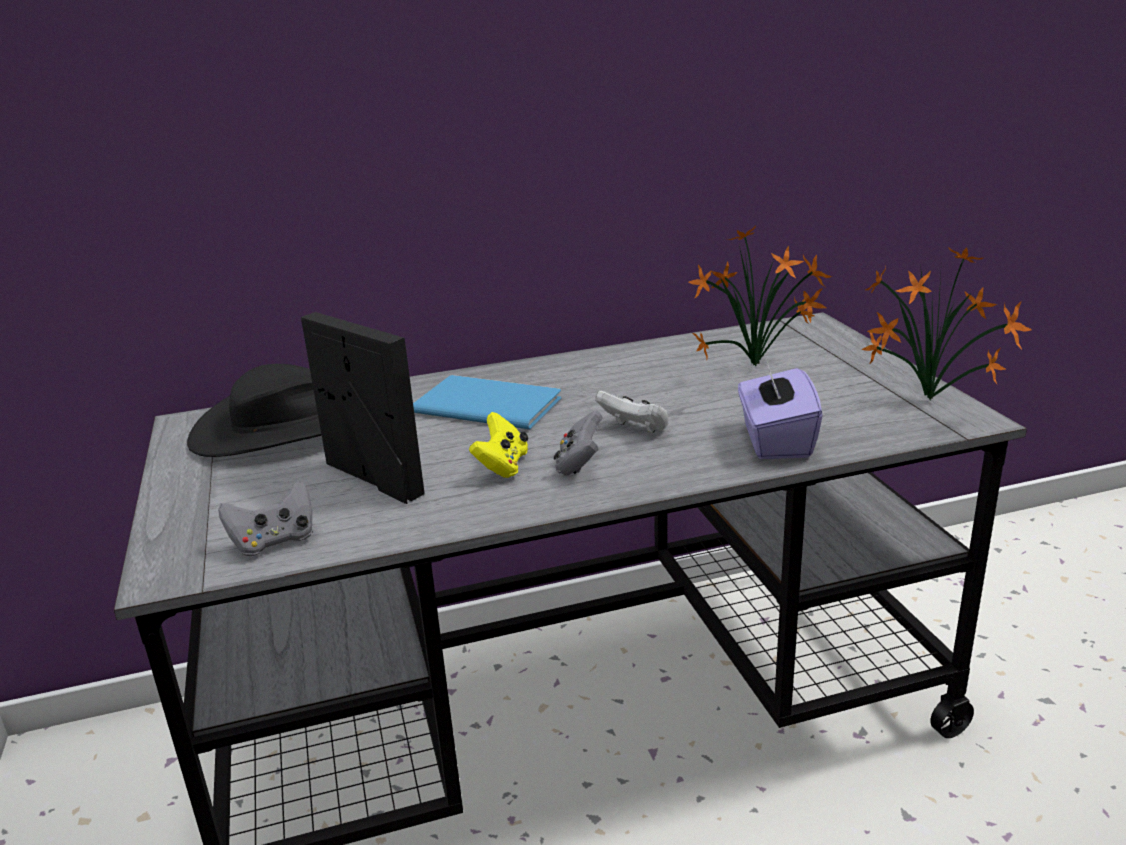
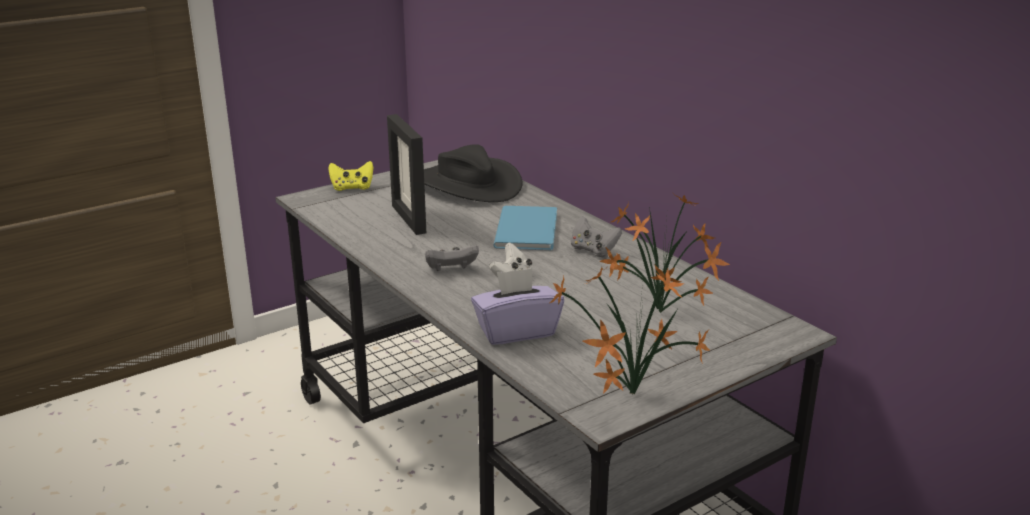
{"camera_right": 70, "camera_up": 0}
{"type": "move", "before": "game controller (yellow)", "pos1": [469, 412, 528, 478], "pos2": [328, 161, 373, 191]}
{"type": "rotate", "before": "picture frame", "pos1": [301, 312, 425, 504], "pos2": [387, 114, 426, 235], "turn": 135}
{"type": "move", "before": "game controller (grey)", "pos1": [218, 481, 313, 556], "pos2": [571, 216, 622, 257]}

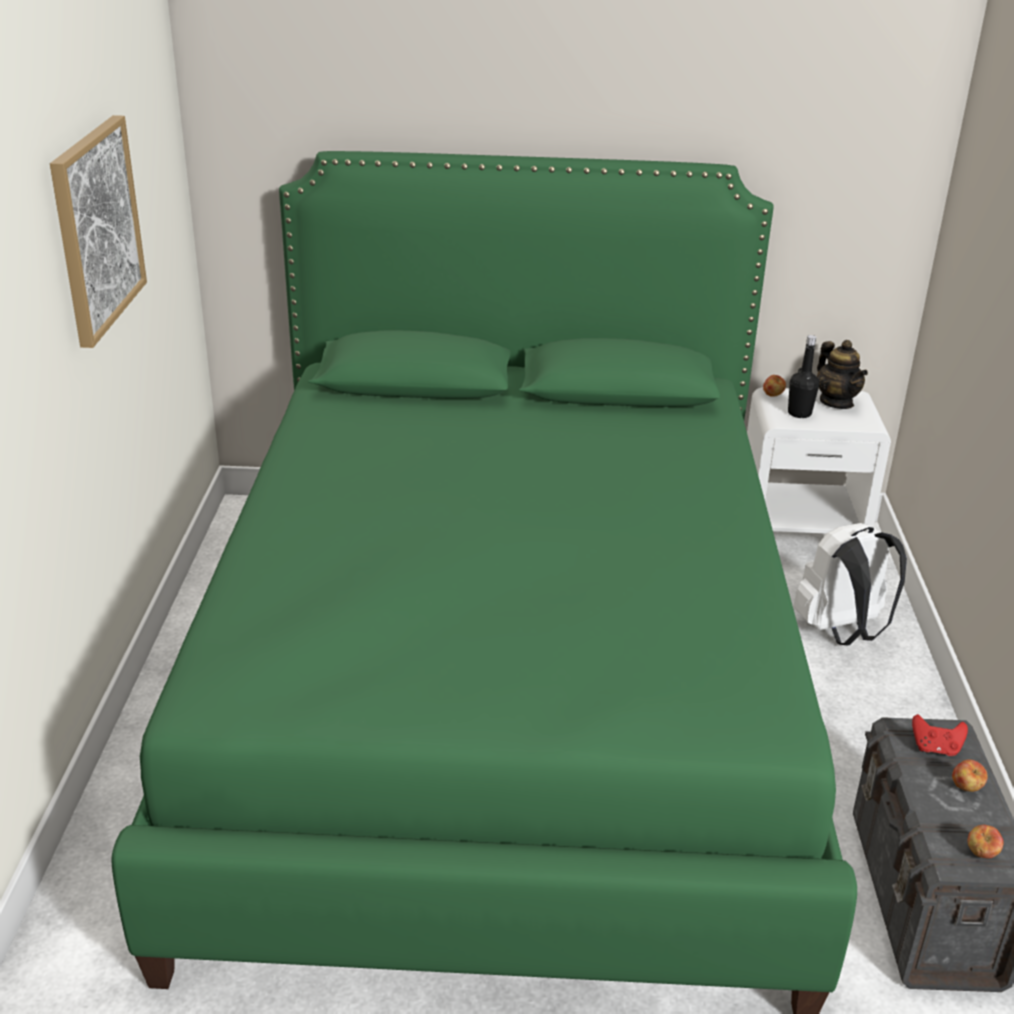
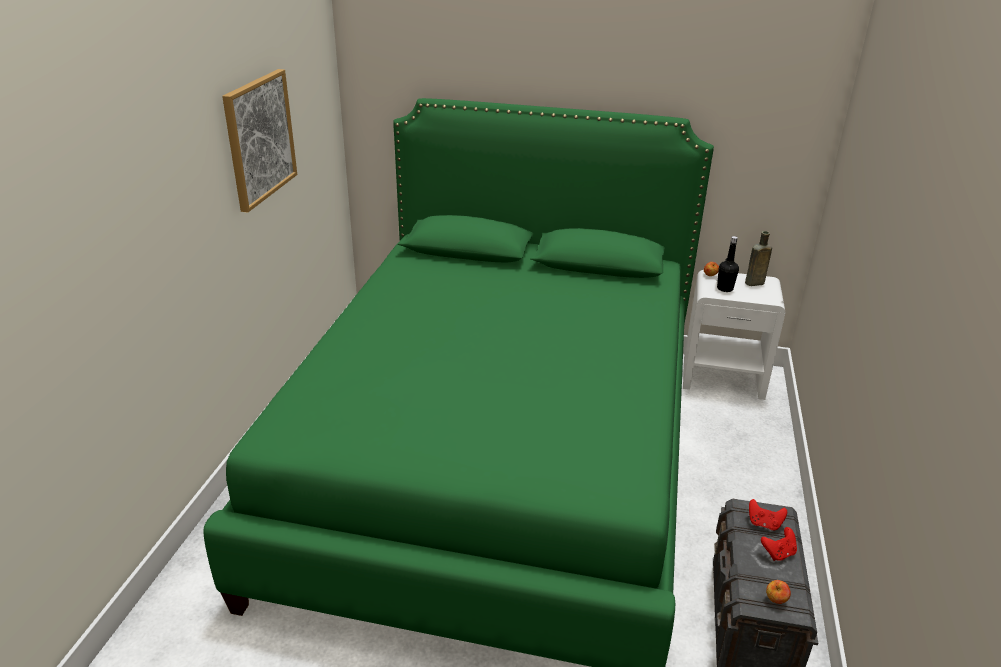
{"camera_right": 10, "camera_up": 0}
{"type": "replace", "before": "teapot", "after": "bottle (brown)", "pos1": [817, 340, 868, 409], "pos2": [745, 231, 772, 286]}
{"type": "replace", "before": "apple", "after": "game controller (red)", "pos1": [952, 759, 987, 792], "pos2": [761, 527, 797, 561]}
{"type": "delete", "before": "backpack (white)", "pos1": [793, 523, 907, 645]}

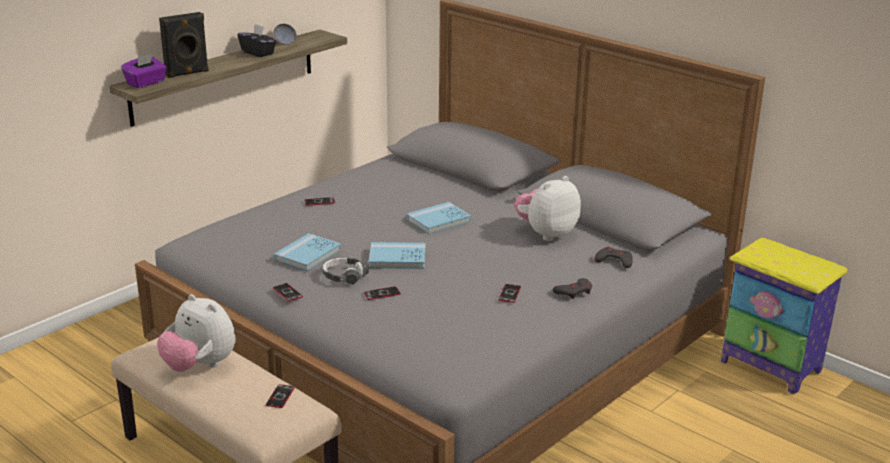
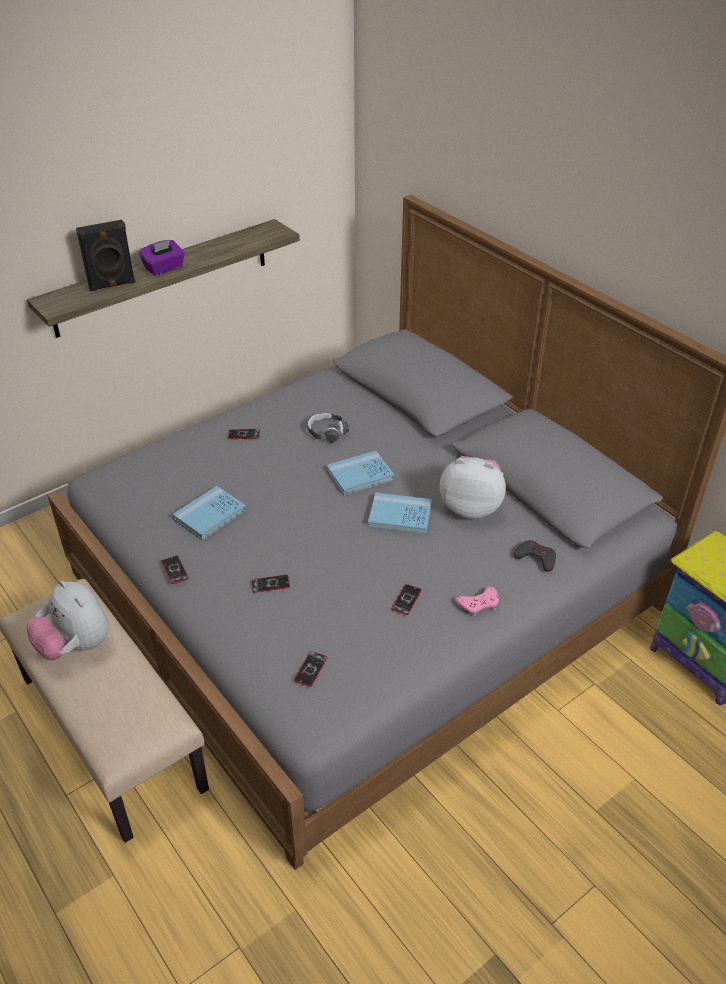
{"camera_right": 10, "camera_up": 15}
{"type": "move", "before": "tissue box (purple)", "pos1": [121, 54, 167, 88], "pos2": [139, 240, 185, 276]}
{"type": "move", "before": "phone", "pos1": [266, 384, 295, 408], "pos2": [294, 651, 327, 687]}
{"type": "move", "before": "headphones", "pos1": [322, 257, 369, 285], "pos2": [307, 413, 349, 443]}
{"type": "move", "before": "book (blue)", "pos1": [369, 242, 425, 269], "pos2": [368, 493, 432, 535]}
{"type": "rotate", "before": "plush toy", "pos1": [514, 176, 581, 241], "pos2": [440, 456, 506, 519], "turn": 45}
{"type": "recolor", "before": "game controller (grey)", "after": "game controller (pink)", "pos1": [553, 278, 592, 299], "pos2": [455, 586, 499, 616]}
{"type": "delete", "before": "tissue box (black)", "pos1": [238, 24, 277, 57]}
{"type": "delete", "before": "bowl", "pos1": [274, 24, 297, 45]}

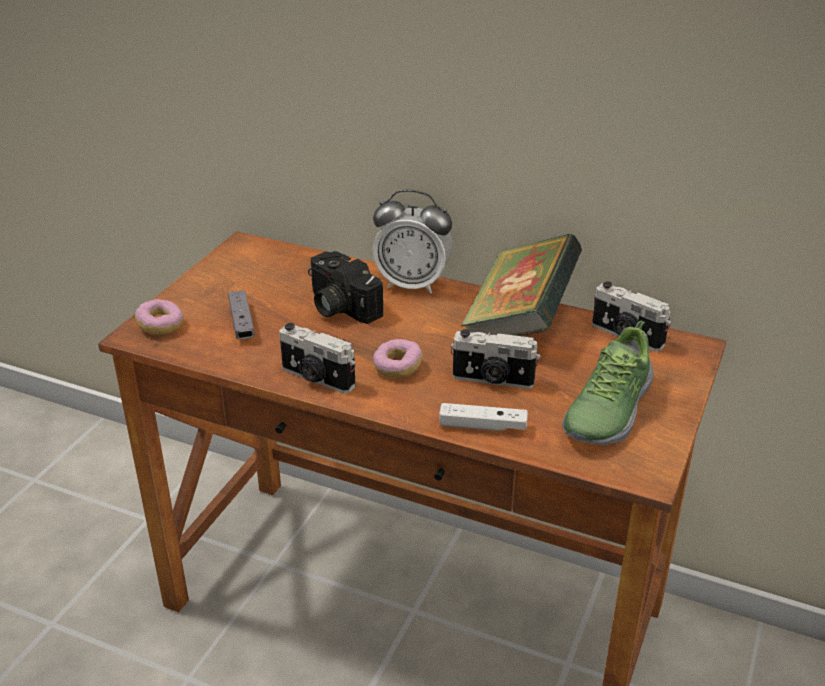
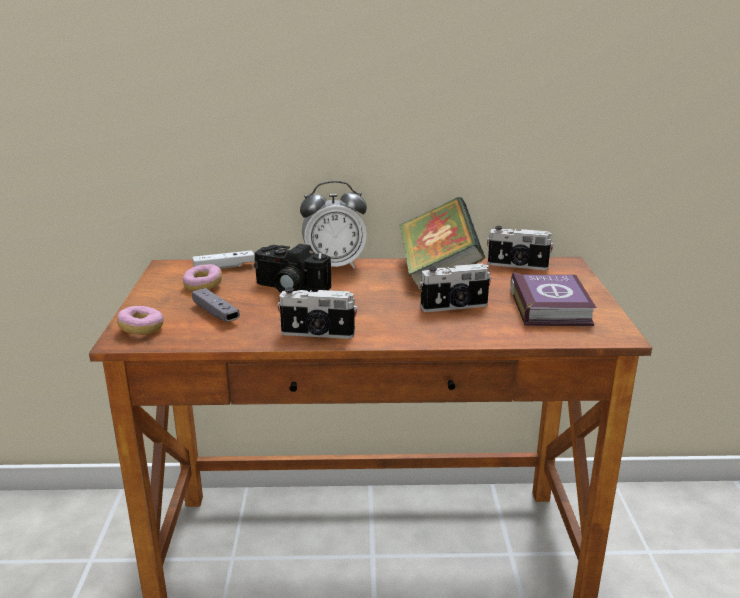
{"camera_right": -25, "camera_up": -10}
{"type": "move", "before": "donut", "pos1": [373, 339, 423, 378], "pos2": [183, 264, 222, 291]}
{"type": "move", "before": "game controller (white)", "pos1": [439, 403, 528, 431], "pos2": [193, 250, 255, 269]}
{"type": "replace", "before": "shoe", "after": "book", "pos1": [562, 321, 654, 446], "pos2": [510, 272, 597, 326]}

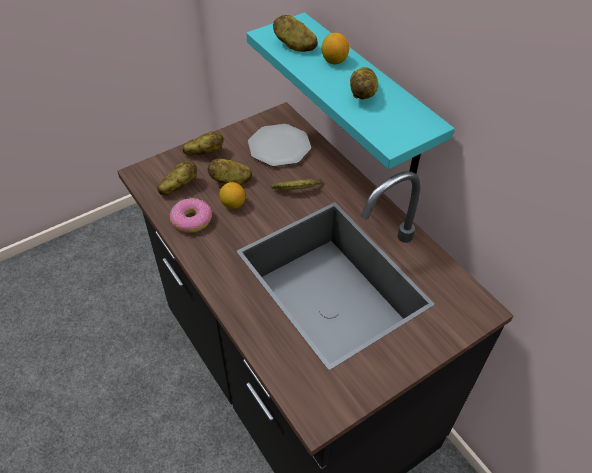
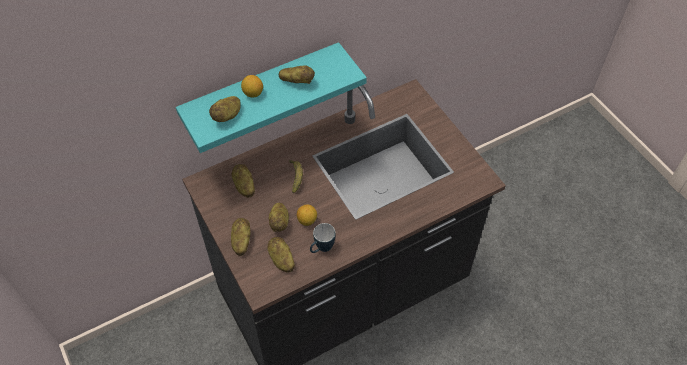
{"camera_right": -85, "camera_up": 5}
{"type": "replace", "before": "plate", "after": "potato", "pos1": [248, 124, 311, 167], "pos2": [232, 164, 255, 198]}
{"type": "replace", "before": "donut", "after": "mug", "pos1": [169, 198, 212, 233], "pos2": [310, 223, 336, 253]}

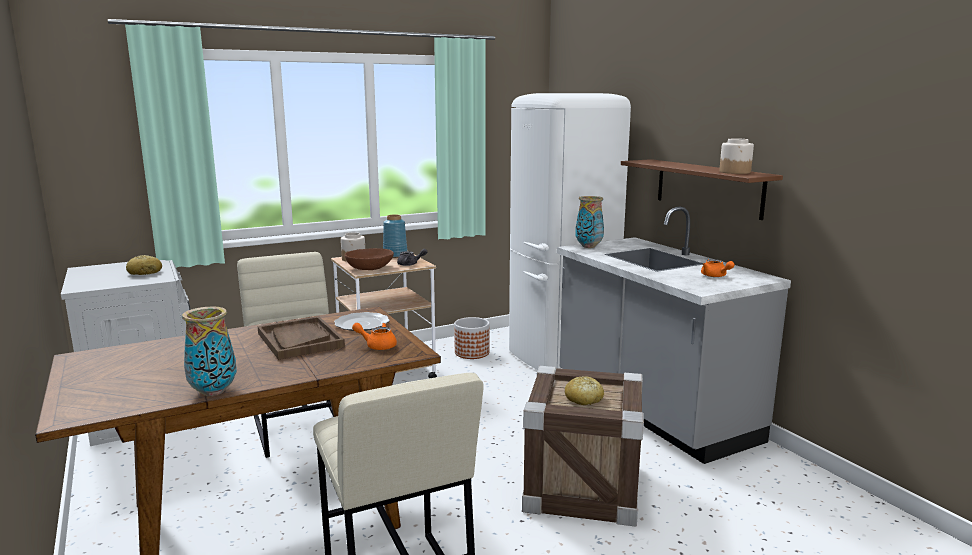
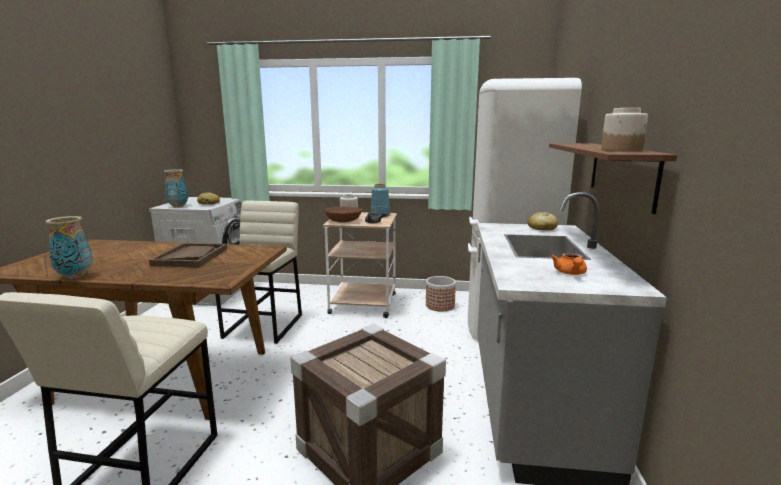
{"camera_right": 35, "camera_up": 0}
{"type": "move", "before": "vase", "pos1": [576, 196, 604, 248], "pos2": [164, 170, 188, 207]}
{"type": "move", "before": "bread", "pos1": [565, 376, 604, 405], "pos2": [528, 212, 558, 231]}
{"type": "delete", "before": "plate", "pos1": [334, 312, 390, 331]}
{"type": "delete", "before": "teapot (orange)", "pos1": [352, 323, 397, 350]}

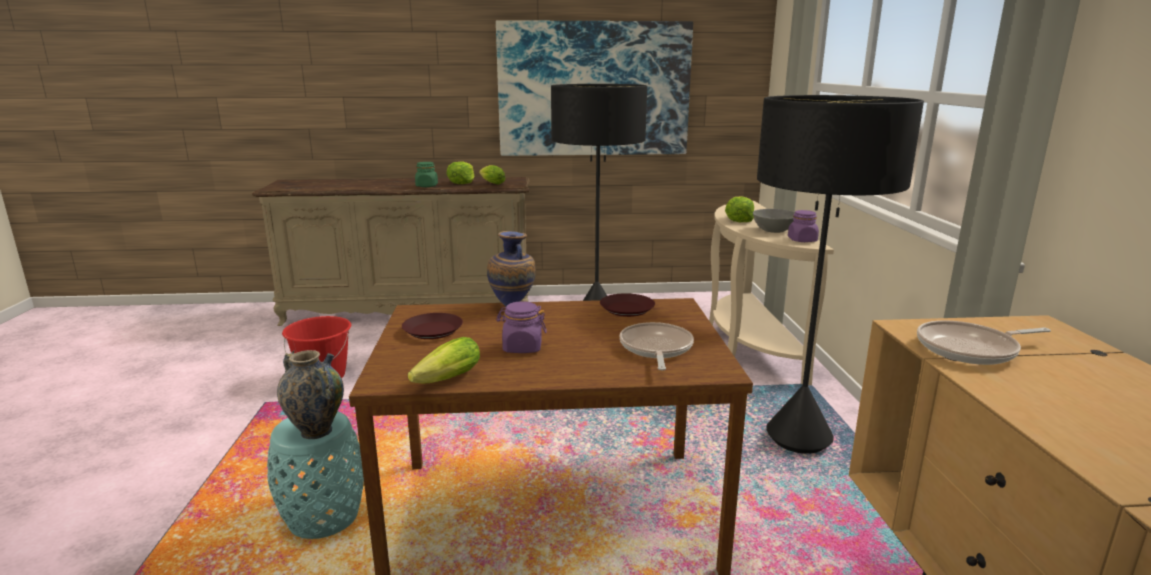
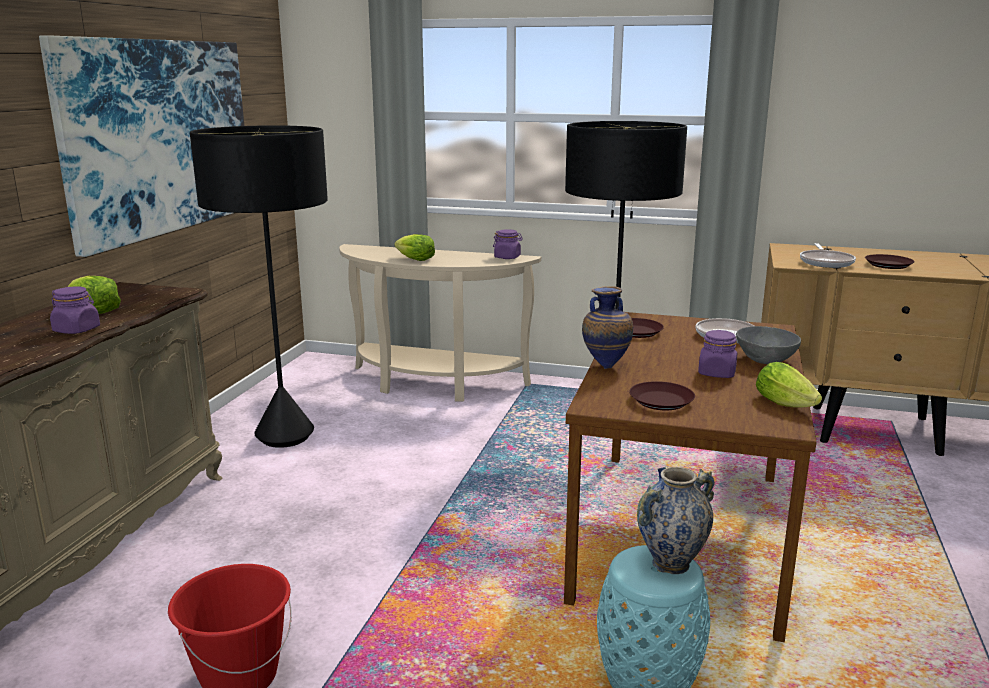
{"camera_right": -70, "camera_up": 0}
{"type": "recolor", "before": "jar (green)", "after": "jar (purple)", "pos1": [415, 162, 438, 187], "pos2": [50, 286, 100, 334]}
{"type": "move", "before": "bowl (grey)", "pos1": [753, 209, 795, 233], "pos2": [736, 326, 801, 364]}
{"type": "insert", "after": "plate (brown)", "pos2": [865, 254, 915, 269]}
{"type": "delete", "before": "lettuce", "pos1": [479, 165, 506, 184]}

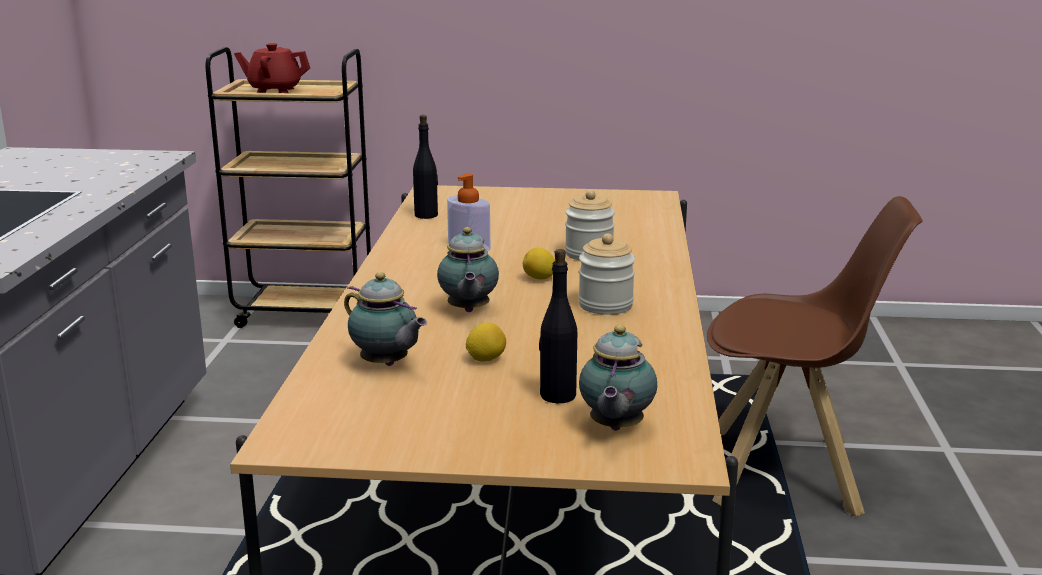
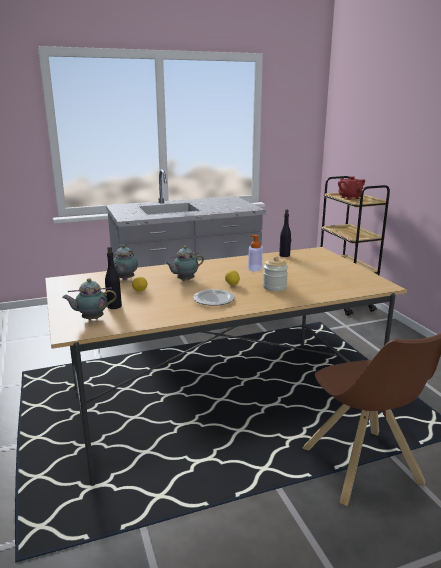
{"camera_right": 65, "camera_up": 0}
{"type": "replace", "before": "jar", "after": "plate", "pos1": [578, 234, 635, 315], "pos2": [193, 289, 235, 306]}

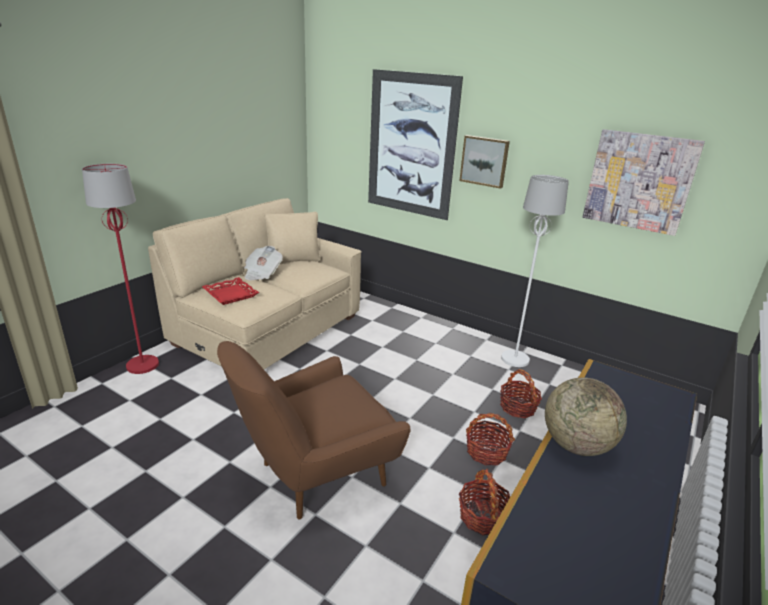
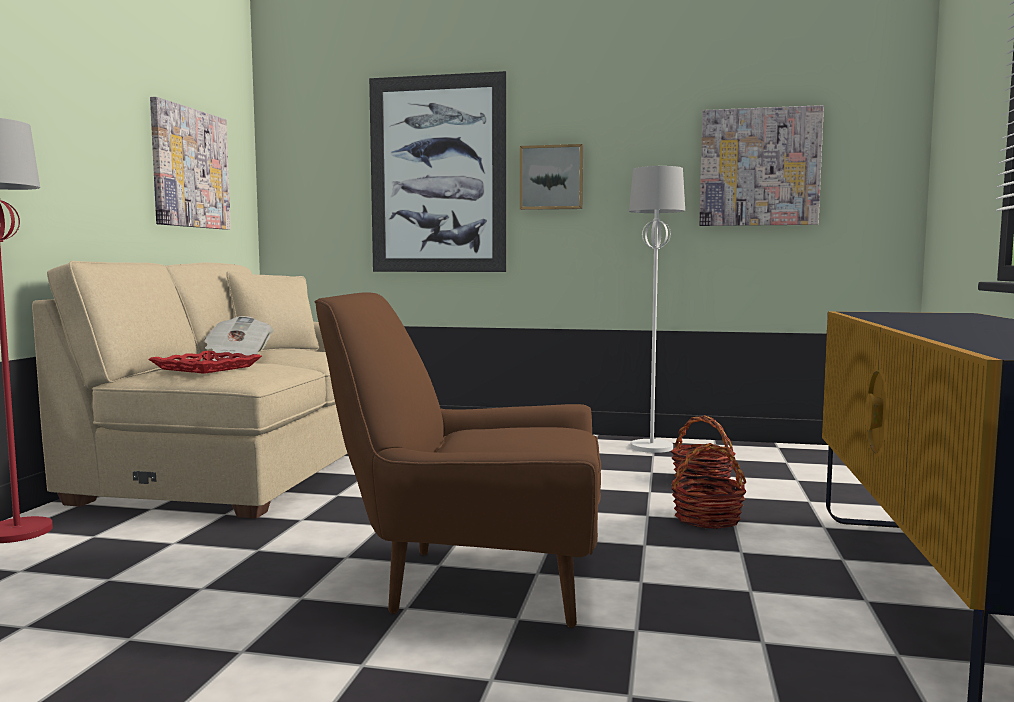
{"camera_right": -20, "camera_up": -20}
{"type": "insert", "after": "picture", "pos2": [150, 97, 231, 230]}
{"type": "rotate", "before": "armchair (brown)", "pos1": [217, 341, 411, 520], "pos2": [315, 292, 601, 628], "turn": 60}
{"type": "delete", "before": "basket", "pos1": [459, 469, 510, 535]}
{"type": "delete", "before": "globe", "pos1": [545, 377, 627, 456]}

